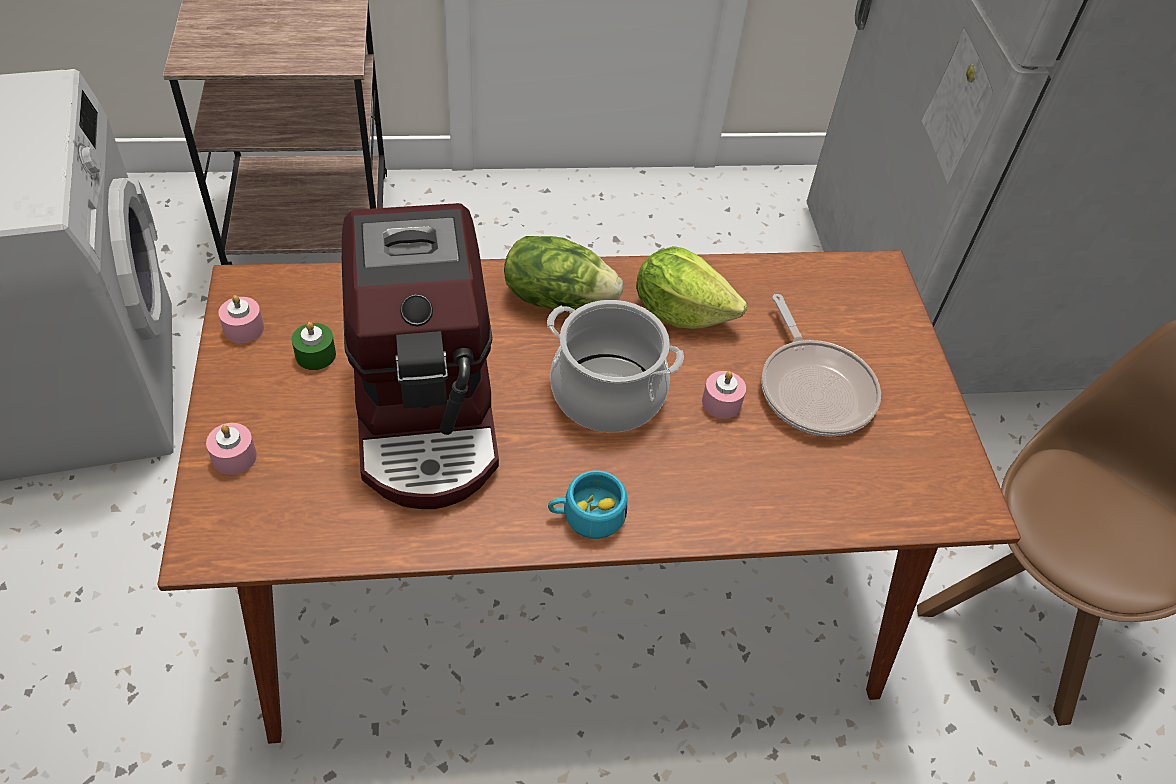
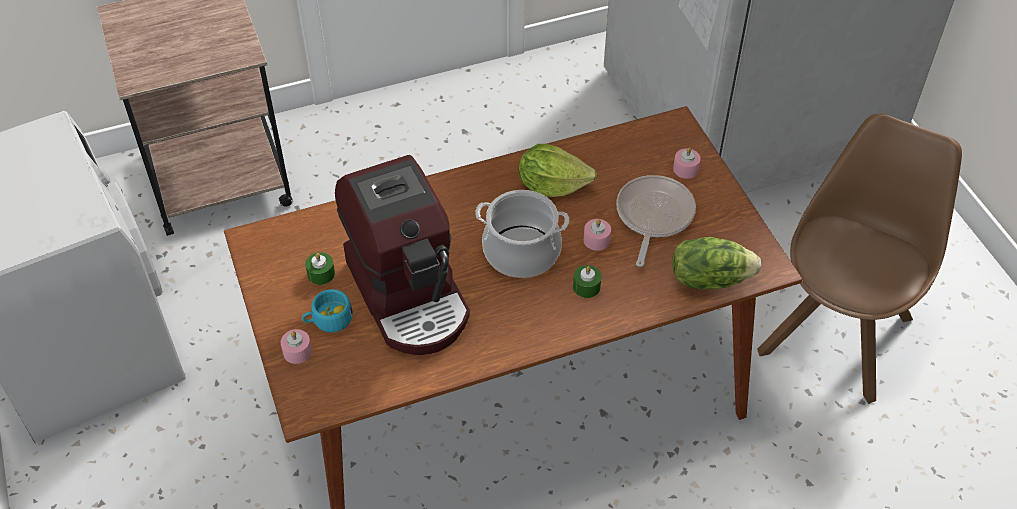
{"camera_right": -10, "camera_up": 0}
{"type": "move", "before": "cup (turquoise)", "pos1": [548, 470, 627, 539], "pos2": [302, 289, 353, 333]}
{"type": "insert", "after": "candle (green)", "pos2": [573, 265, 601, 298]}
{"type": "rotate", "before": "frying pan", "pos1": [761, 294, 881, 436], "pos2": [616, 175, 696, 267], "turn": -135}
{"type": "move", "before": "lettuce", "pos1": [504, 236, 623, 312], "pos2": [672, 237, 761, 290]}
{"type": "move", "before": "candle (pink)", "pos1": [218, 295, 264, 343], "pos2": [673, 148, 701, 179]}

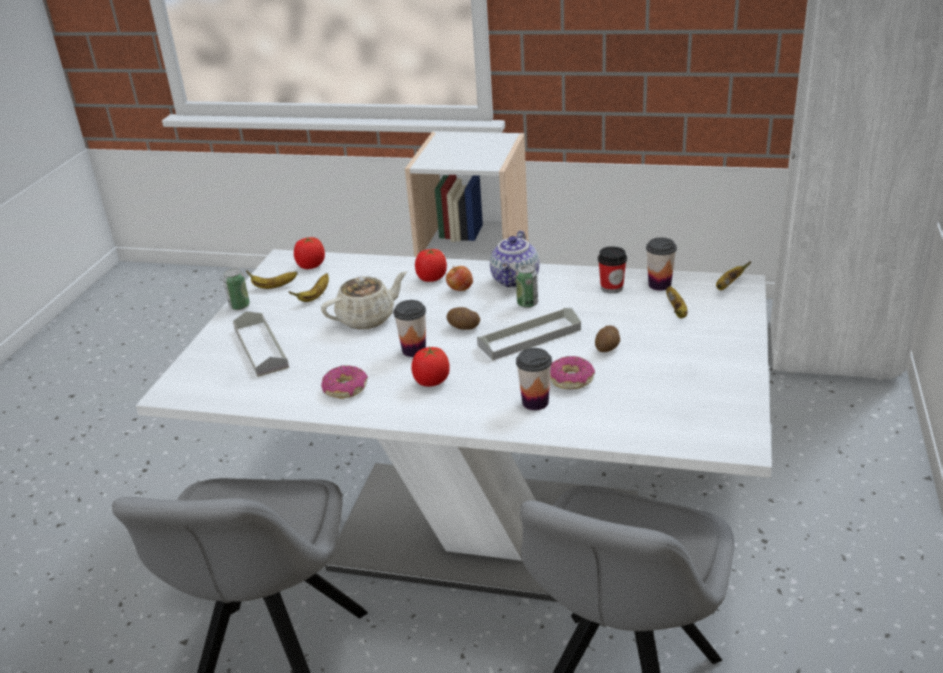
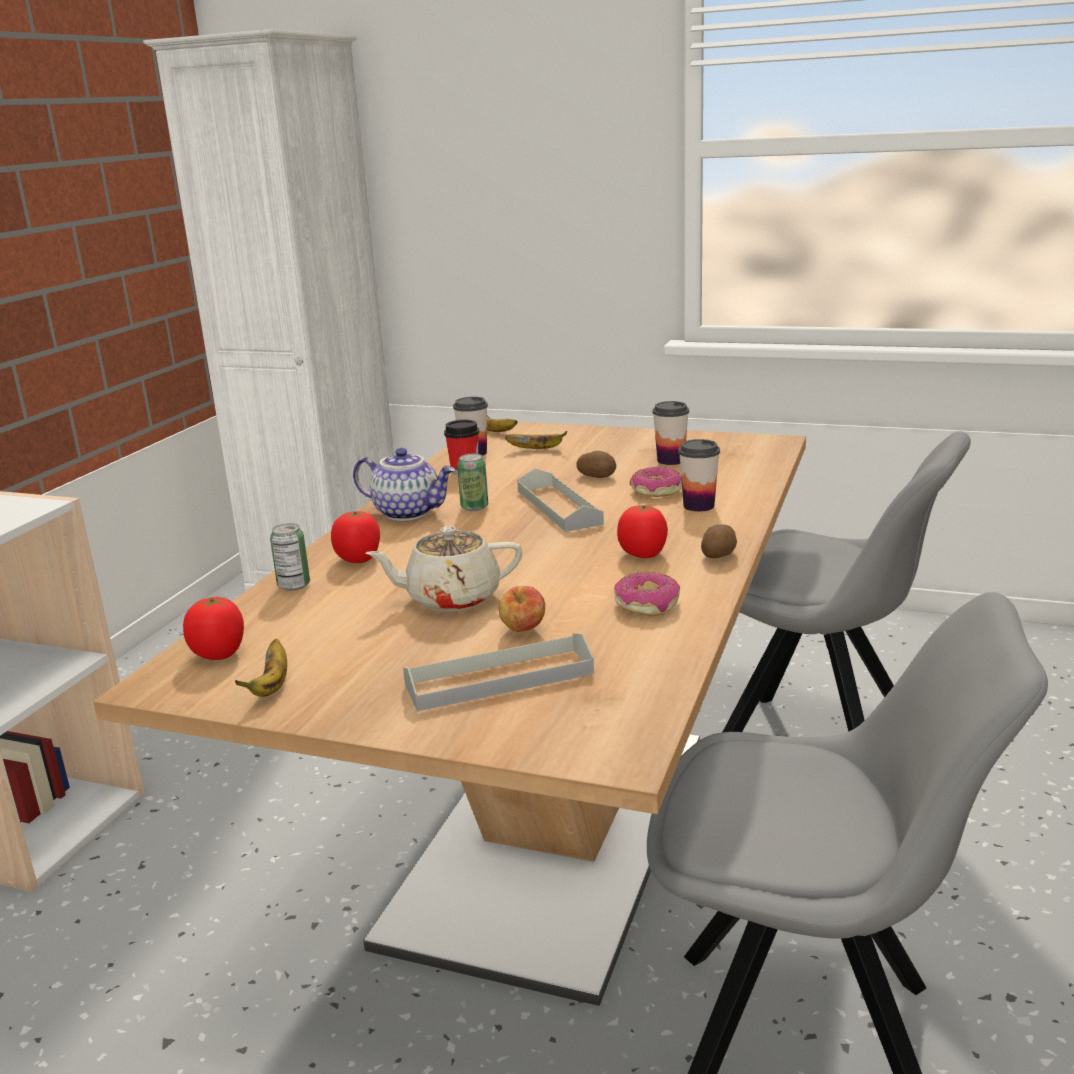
{"camera_right": -85, "camera_up": -10}
{"type": "recolor", "before": "dining table (white)", "after": "dining table (brown)", "pos1": [136, 249, 772, 602], "pos2": [93, 422, 806, 1006]}
{"type": "move", "before": "can", "pos1": [223, 268, 250, 310], "pos2": [270, 523, 310, 591]}
{"type": "rotate", "before": "teapot (beige)", "pos1": [321, 271, 407, 329], "pos2": [365, 526, 523, 612], "turn": -75}
{"type": "move", "before": "apple", "pos1": [446, 266, 473, 291], "pos2": [499, 586, 545, 632]}
{"type": "move", "before": "cup", "pos1": [393, 300, 426, 357], "pos2": [652, 401, 689, 465]}
{"type": "move", "before": "potato", "pos1": [446, 307, 480, 330], "pos2": [701, 524, 737, 558]}
{"type": "delete", "before": "banana", "pos1": [289, 273, 329, 302]}

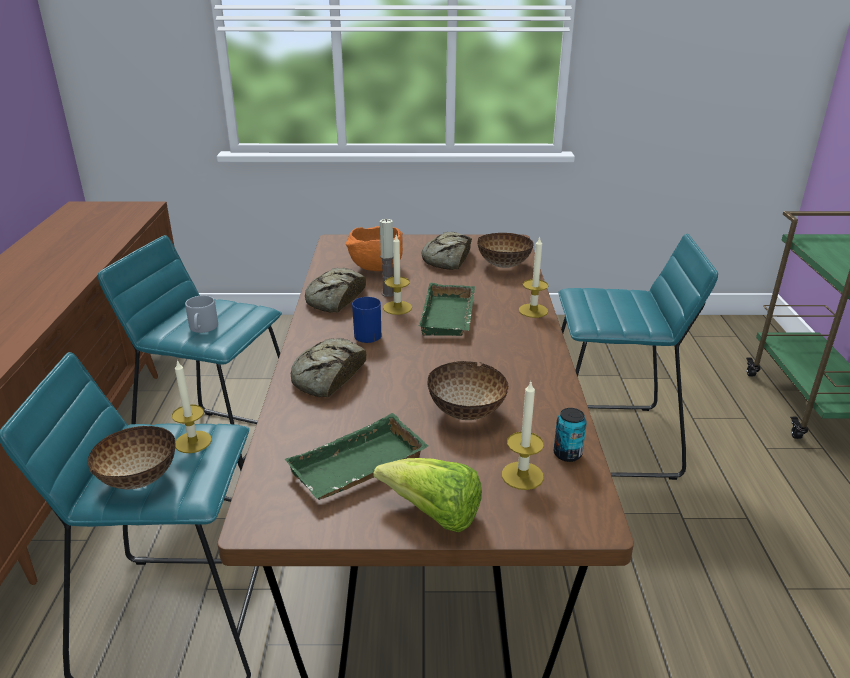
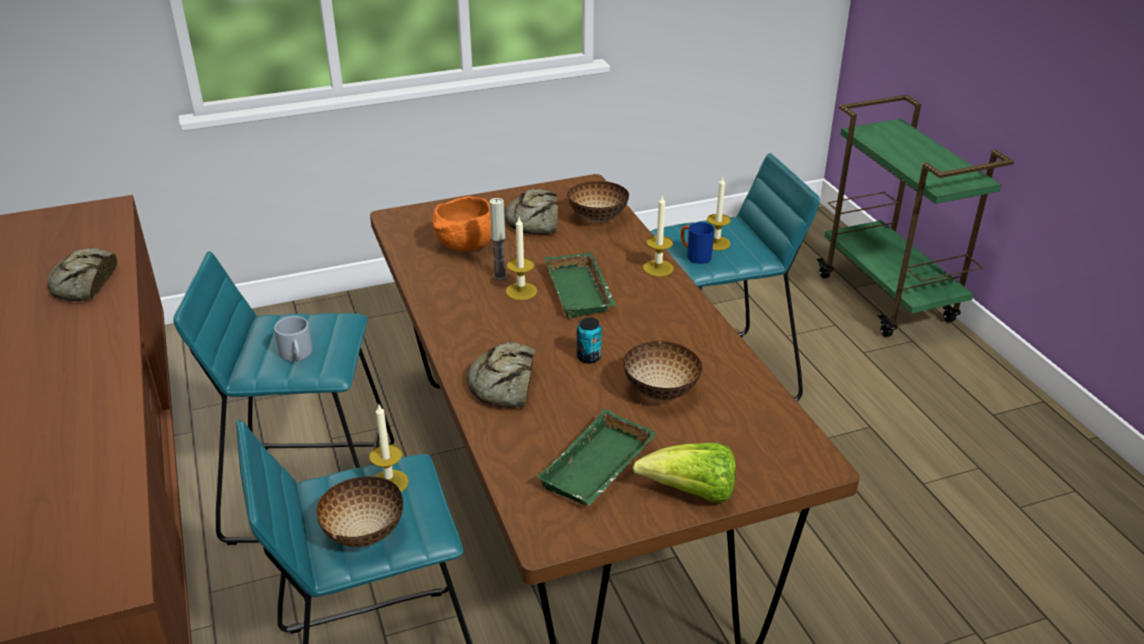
{"camera_right": -20, "camera_up": 5}
{"type": "move", "before": "bread", "pos1": [305, 268, 366, 313], "pos2": [48, 248, 118, 301]}
{"type": "move", "before": "can", "pos1": [553, 408, 587, 462], "pos2": [577, 317, 602, 363]}
{"type": "move", "before": "mug (blue)", "pos1": [352, 297, 381, 343], "pos2": [681, 222, 715, 264]}
{"type": "move", "before": "candle", "pos1": [502, 382, 544, 490], "pos2": [707, 177, 731, 250]}

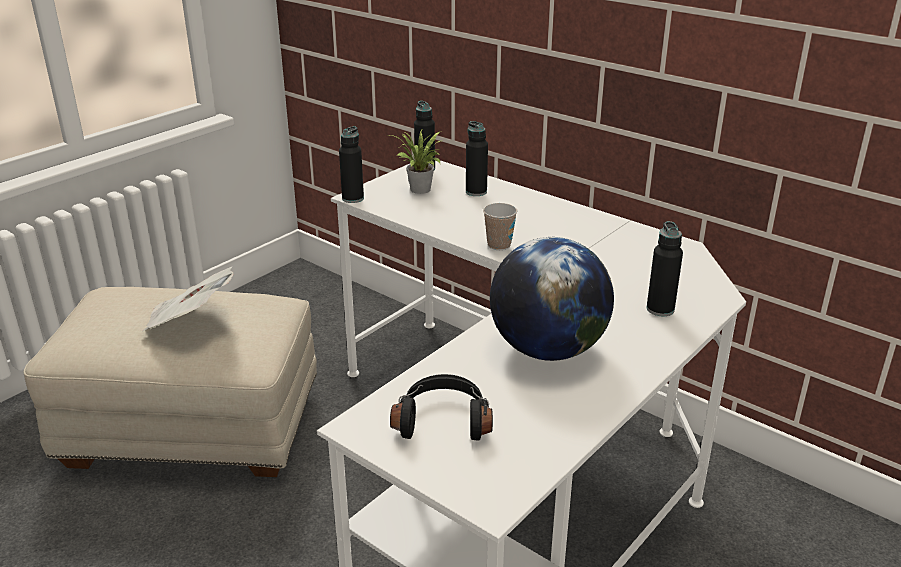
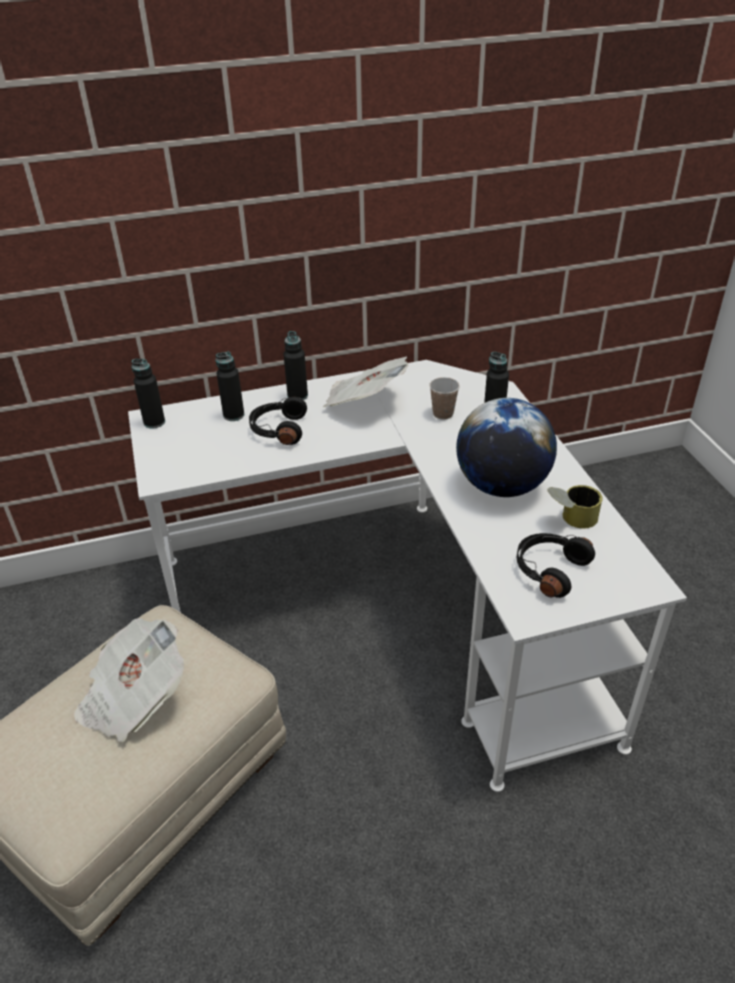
{"camera_right": -55, "camera_up": 10}
{"type": "insert", "after": "headphones (black)", "pos2": [249, 397, 307, 445]}
{"type": "move", "before": "bottle (black)", "pos1": [339, 126, 364, 203], "pos2": [283, 331, 308, 400]}
{"type": "insert", "after": "newspaper", "pos2": [323, 357, 408, 407]}
{"type": "move", "before": "cup", "pos1": [483, 203, 517, 250], "pos2": [429, 377, 460, 420]}
{"type": "insert", "after": "can", "pos2": [547, 485, 603, 529]}
{"type": "delete", "before": "potted plant", "pos1": [390, 128, 441, 194]}

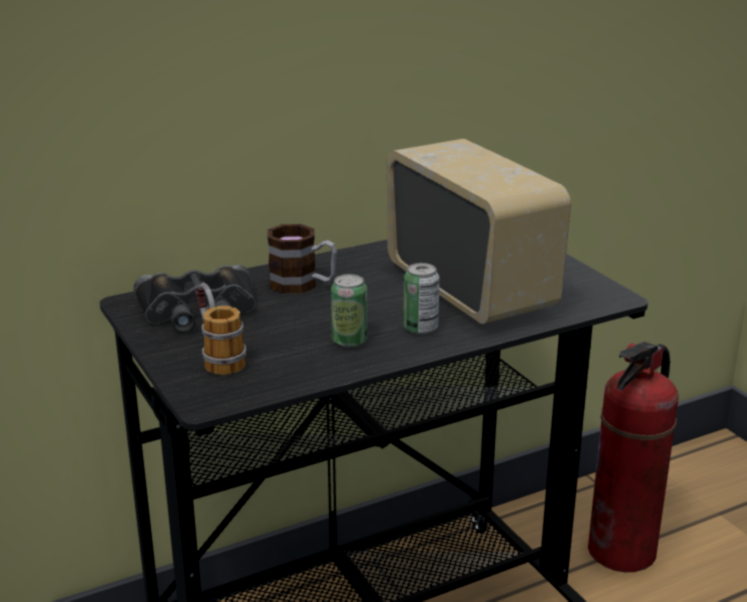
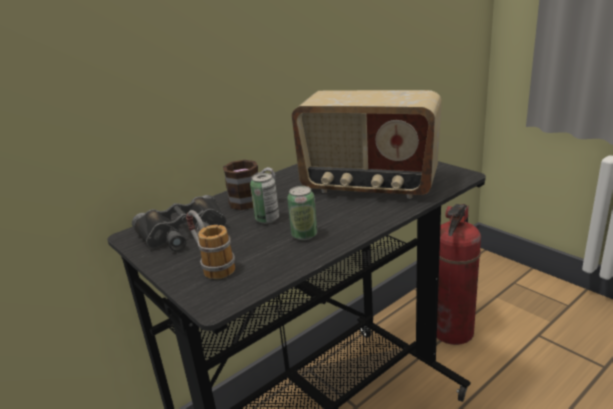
{"camera_right": -10, "camera_up": 0}
{"type": "move", "before": "can", "pos1": [403, 263, 439, 335], "pos2": [250, 173, 279, 224]}
{"type": "rotate", "before": "radio", "pos1": [387, 139, 571, 324], "pos2": [292, 90, 442, 199], "turn": 150}

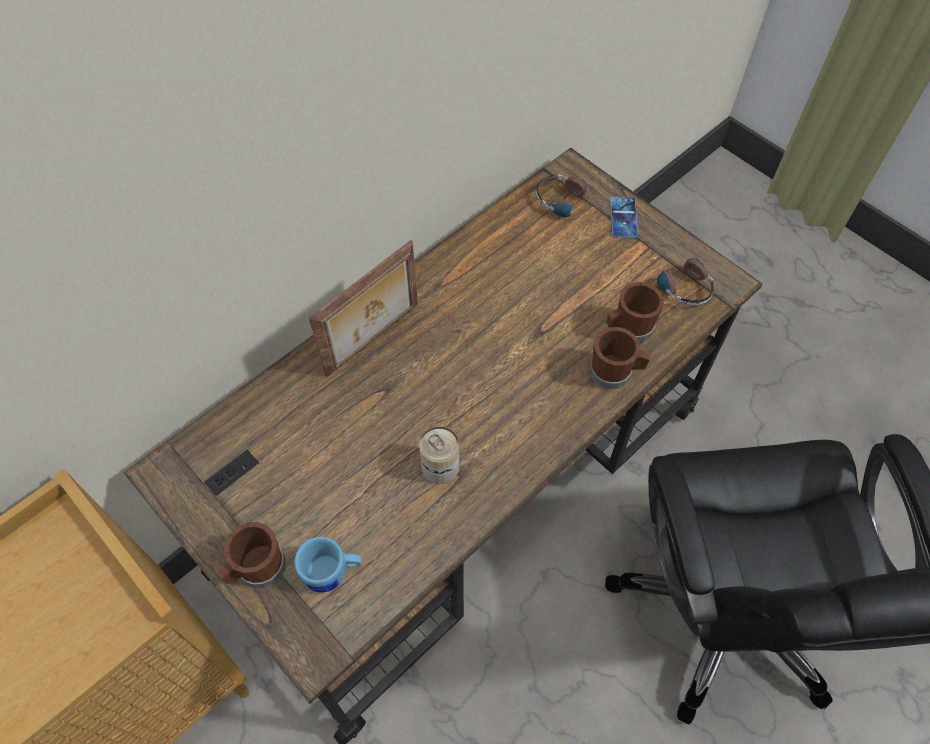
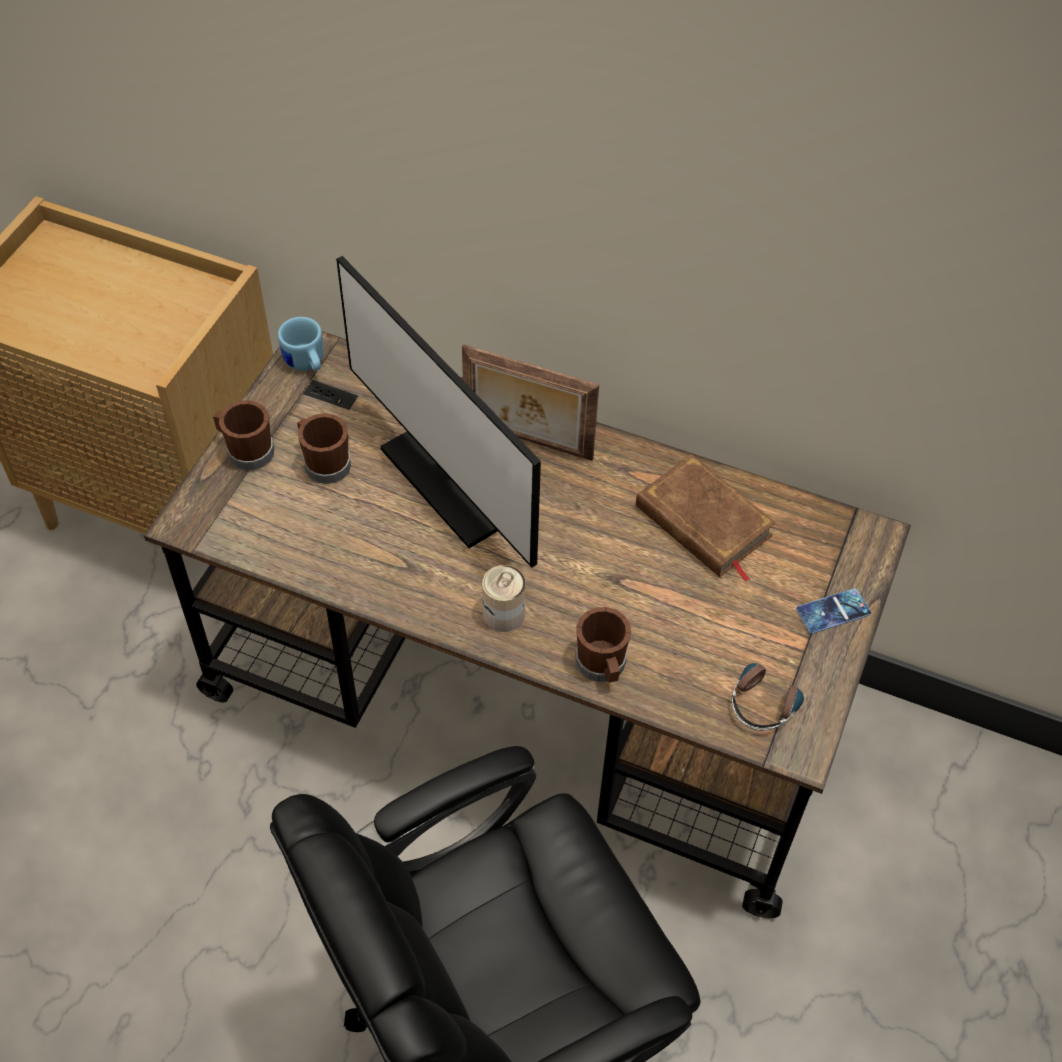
{"camera_right": 65, "camera_up": -5}
{"type": "move", "before": "mug (blue)", "pos1": [294, 537, 362, 593], "pos2": [278, 317, 323, 371]}
{"type": "move", "before": "mug (brown)", "pos1": [607, 282, 664, 343], "pos2": [297, 413, 351, 484]}
{"type": "insert", "after": "monitor", "pos2": [336, 256, 541, 568]}
{"type": "move", "before": "can", "pos1": [419, 427, 459, 484], "pos2": [482, 565, 526, 632]}
{"type": "insert", "after": "book (brown)", "pos2": [636, 454, 776, 582]}
{"type": "delete", "before": "headphones", "pos1": [536, 174, 591, 218]}

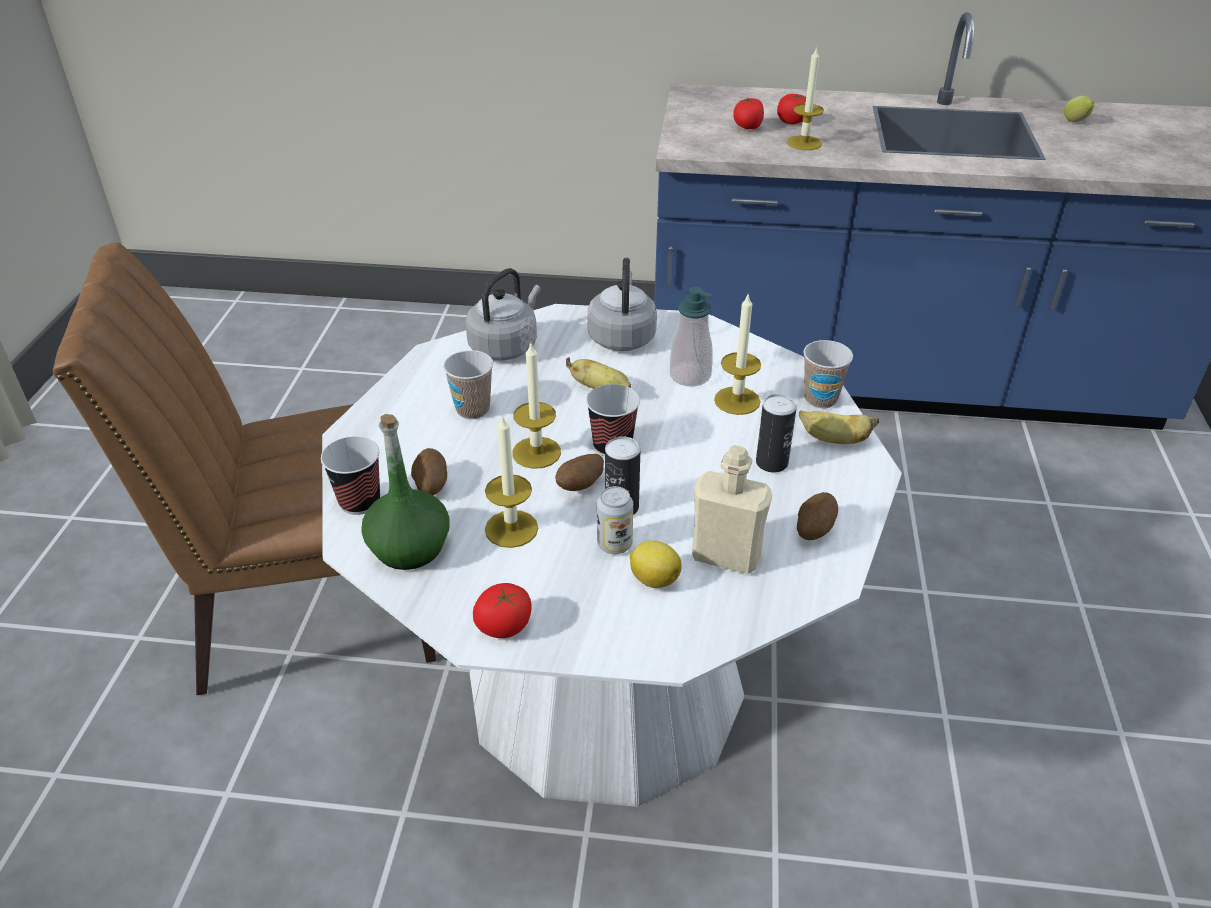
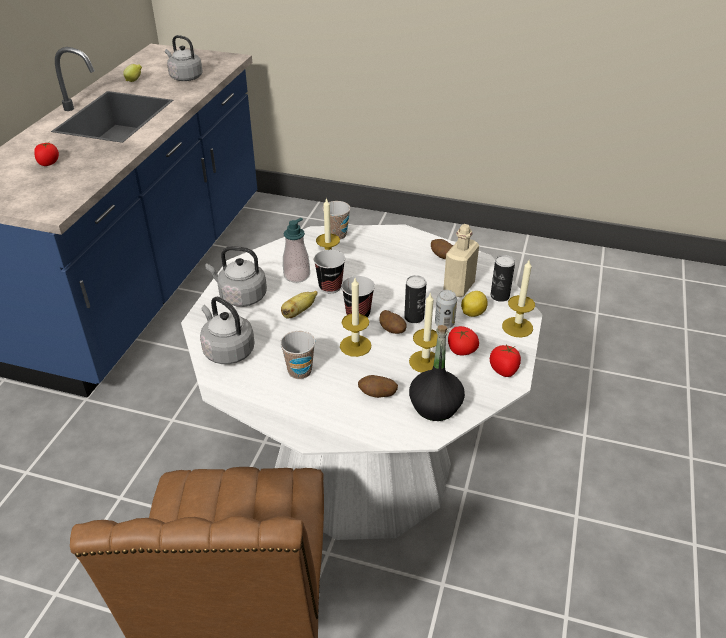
{"camera_right": -80, "camera_up": 0}
{"type": "insert", "after": "kettle (grey)", "pos2": [165, 35, 203, 81]}
{"type": "move", "before": "cup", "pos1": [321, 436, 380, 515], "pos2": [314, 250, 345, 293]}
{"type": "recolor", "before": "bottle (green)", "after": "bottle (black)", "pos1": [361, 414, 450, 570], "pos2": [409, 325, 465, 421]}
{"type": "move", "before": "tomato", "pos1": [733, 98, 764, 129], "pos2": [448, 326, 479, 355]}
{"type": "move", "before": "can", "pos1": [756, 394, 797, 472], "pos2": [491, 255, 515, 302]}
{"type": "move", "before": "candle", "pos1": [787, 46, 824, 150], "pos2": [502, 260, 535, 337]}
{"type": "delete", "before": "banana", "pos1": [799, 410, 879, 444]}

